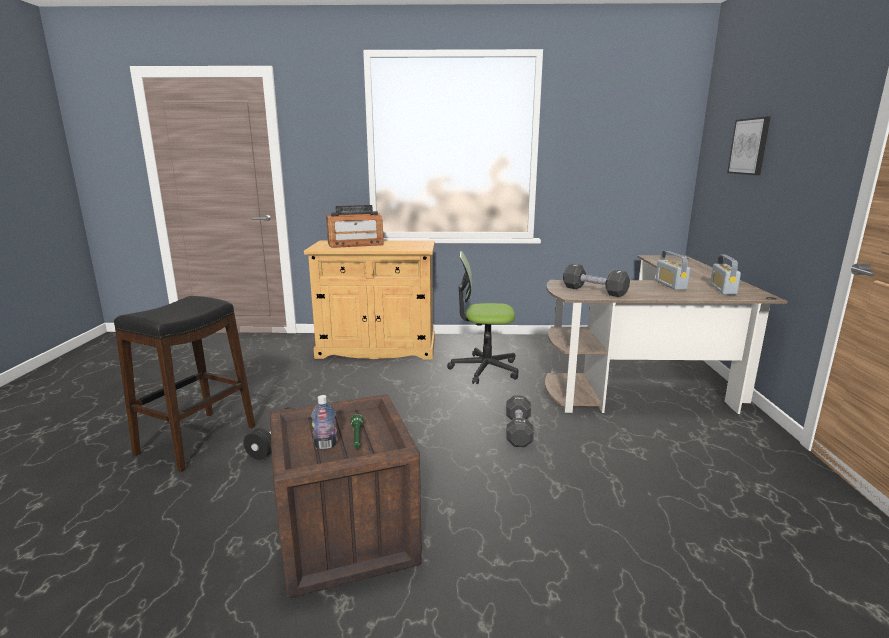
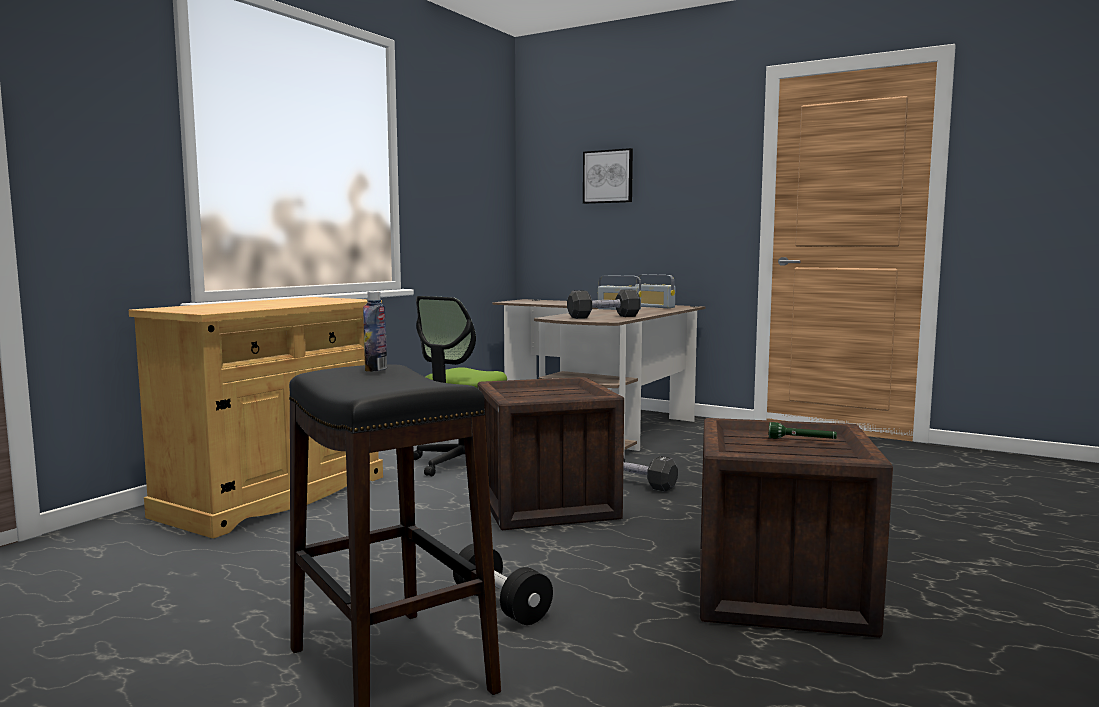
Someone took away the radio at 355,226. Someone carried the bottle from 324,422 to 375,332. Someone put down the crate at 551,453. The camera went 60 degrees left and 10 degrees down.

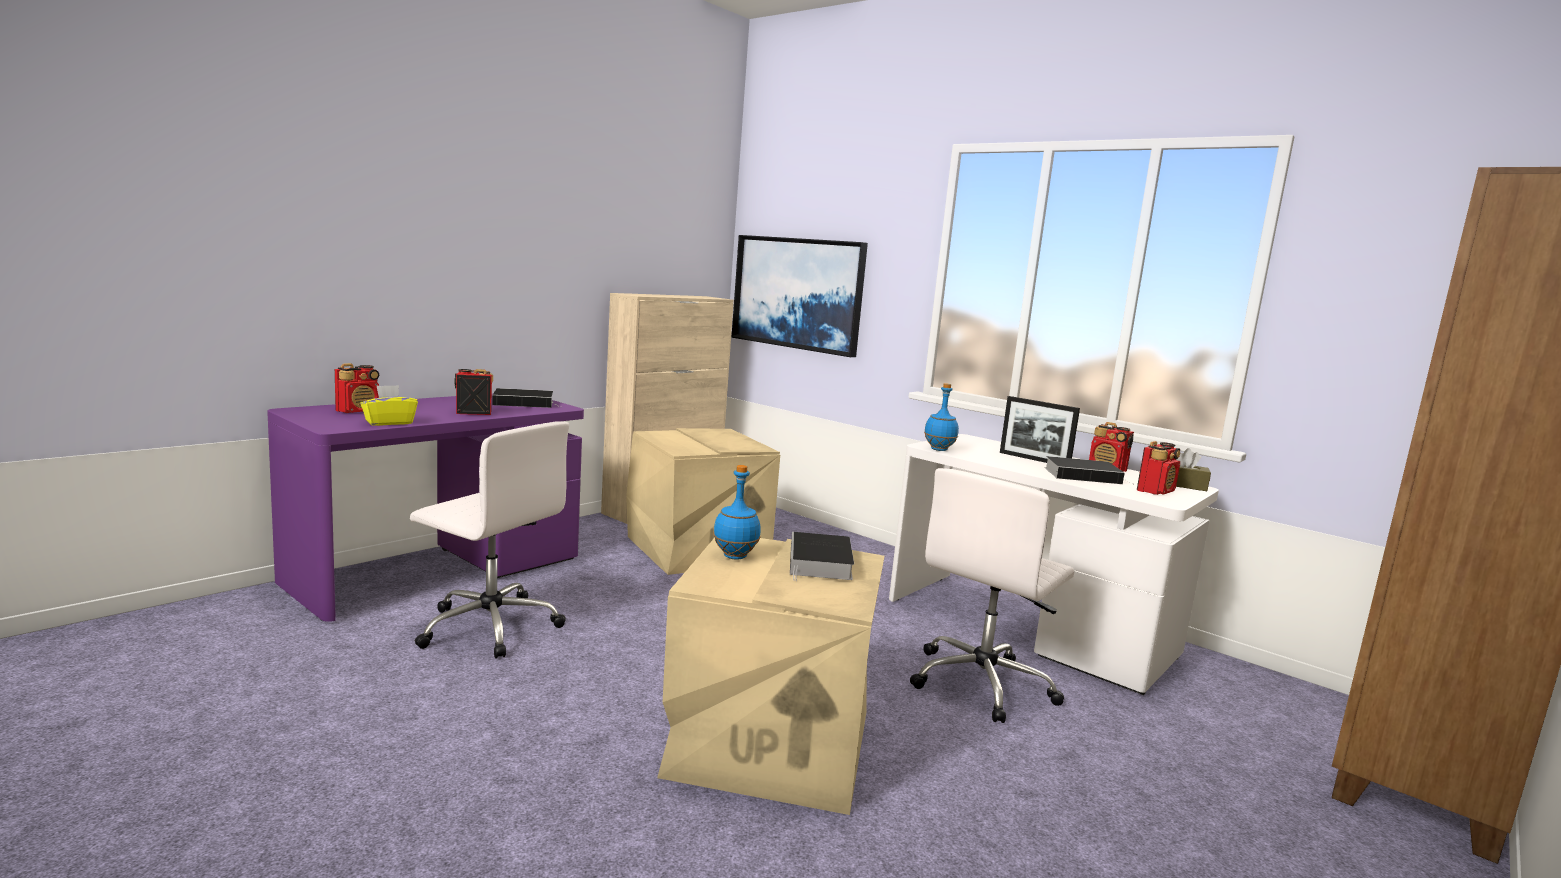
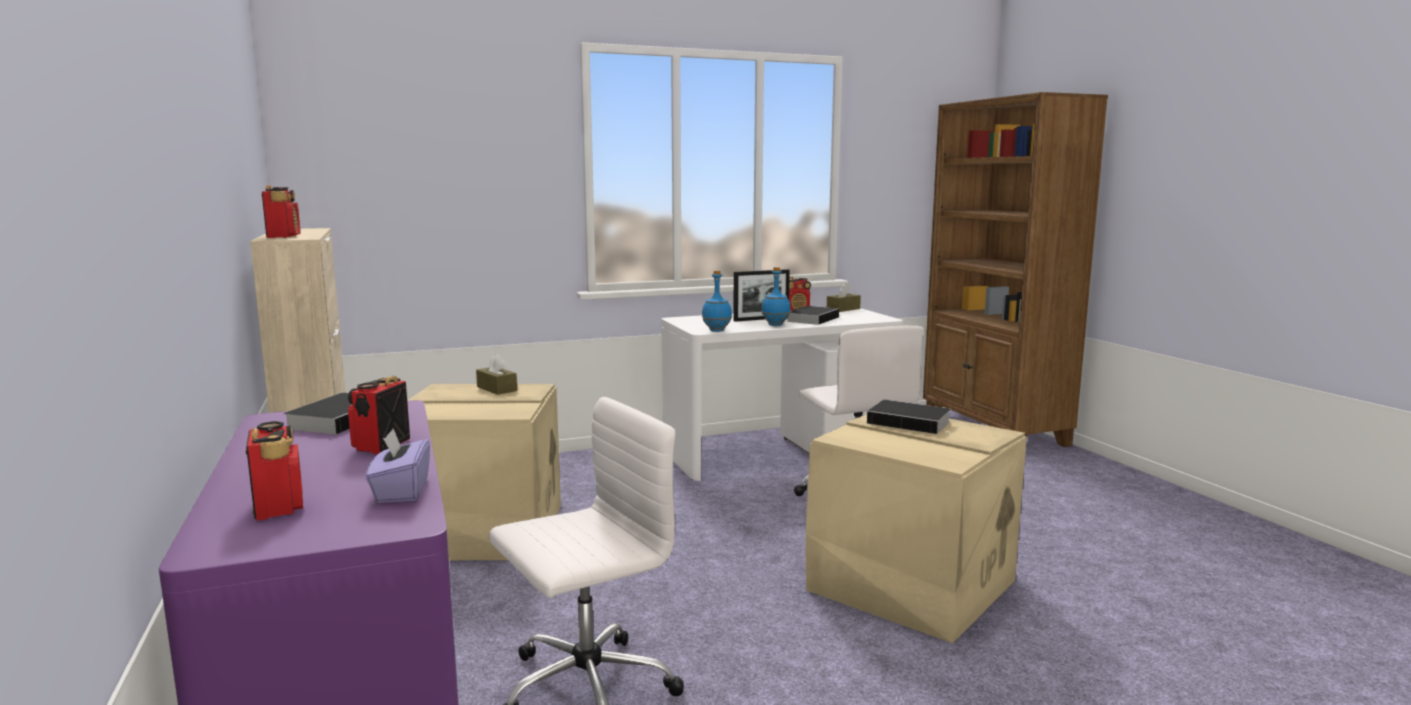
Someone took away the picture at 800,296. Someone repainted the yellow tissue box at 389,405, which became the purple tissue box at 398,466. Someone carried the radio from 1158,468 to 281,211. Someone carried the blue bottle from 737,512 to 776,296. Someone put down the brown tissue box at 496,374. The camera went 60 degrees left and 0 degrees up.

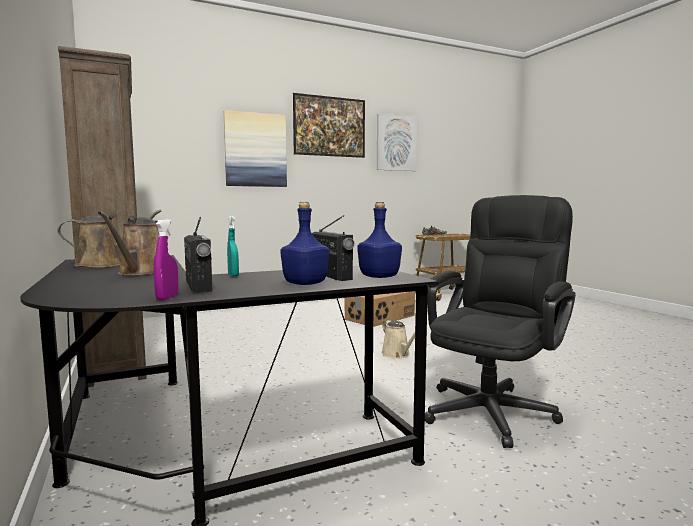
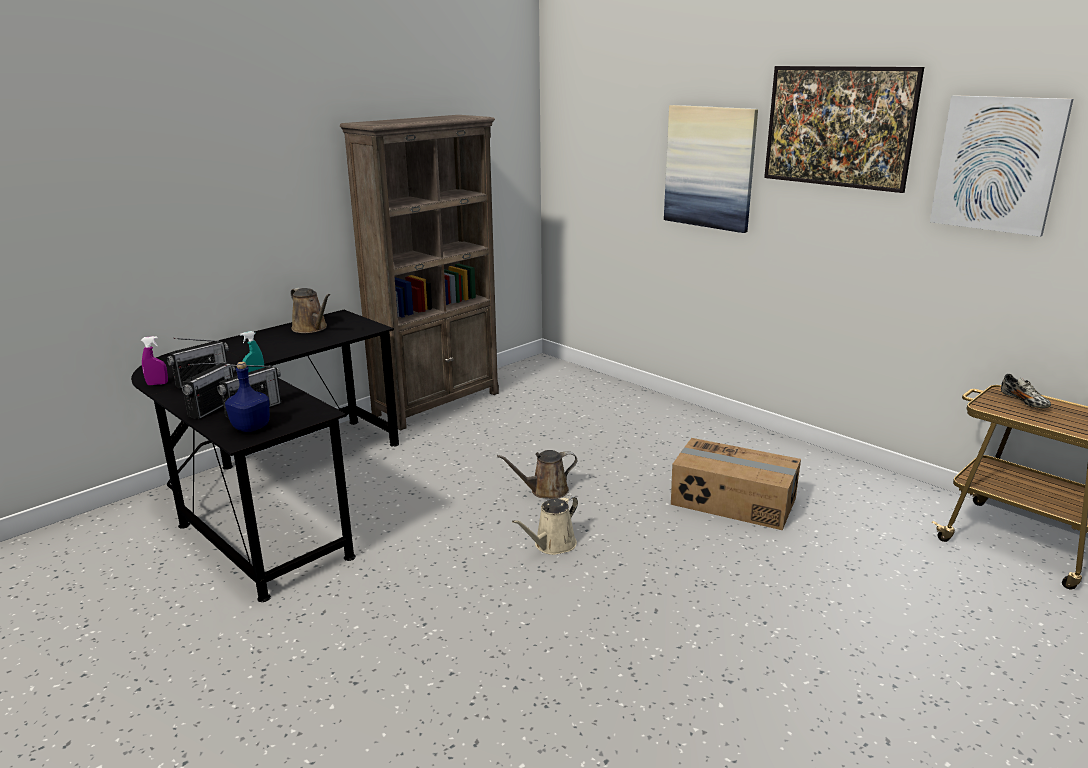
Someone took away the black office chair at 500,321. Someone swapped the blue bottle at 304,243 for the radio at 208,390. Someone carried the brown watering can from 128,243 to 537,474. The camera went 70 degrees right and 15 degrees up.

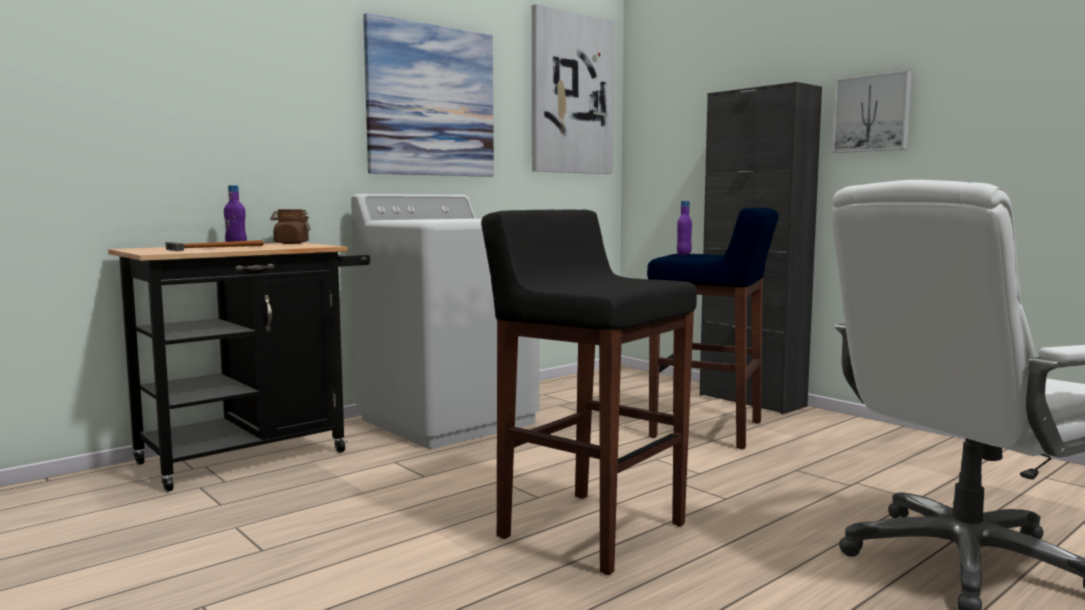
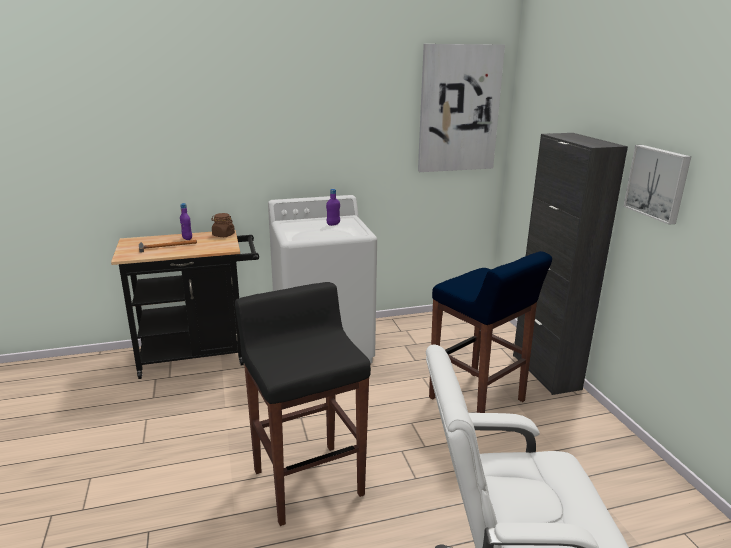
Someone took away the picture at 428,95. Someone carried the purple bottle from 684,228 to 333,207. The camera went 25 degrees right and 15 degrees up.

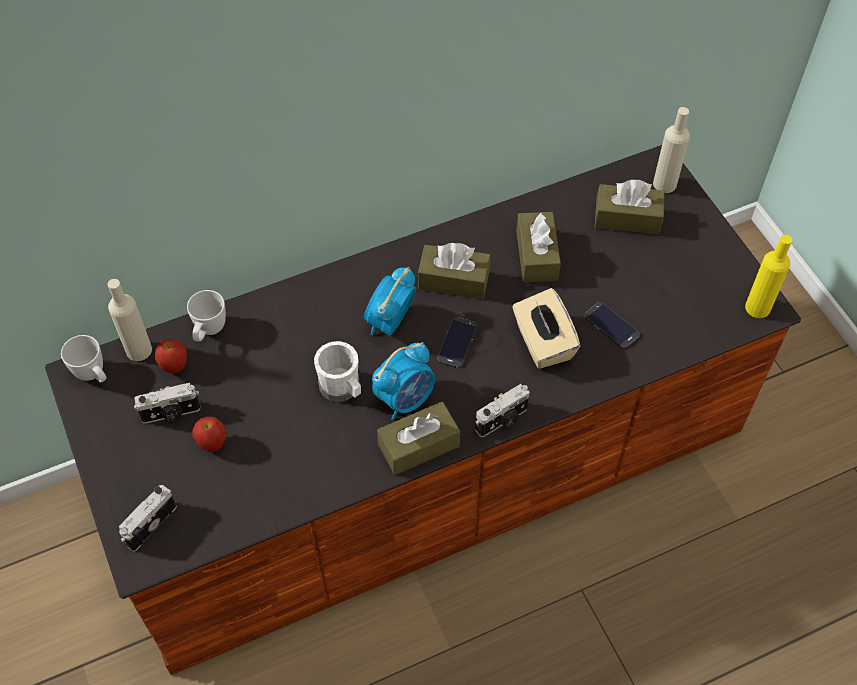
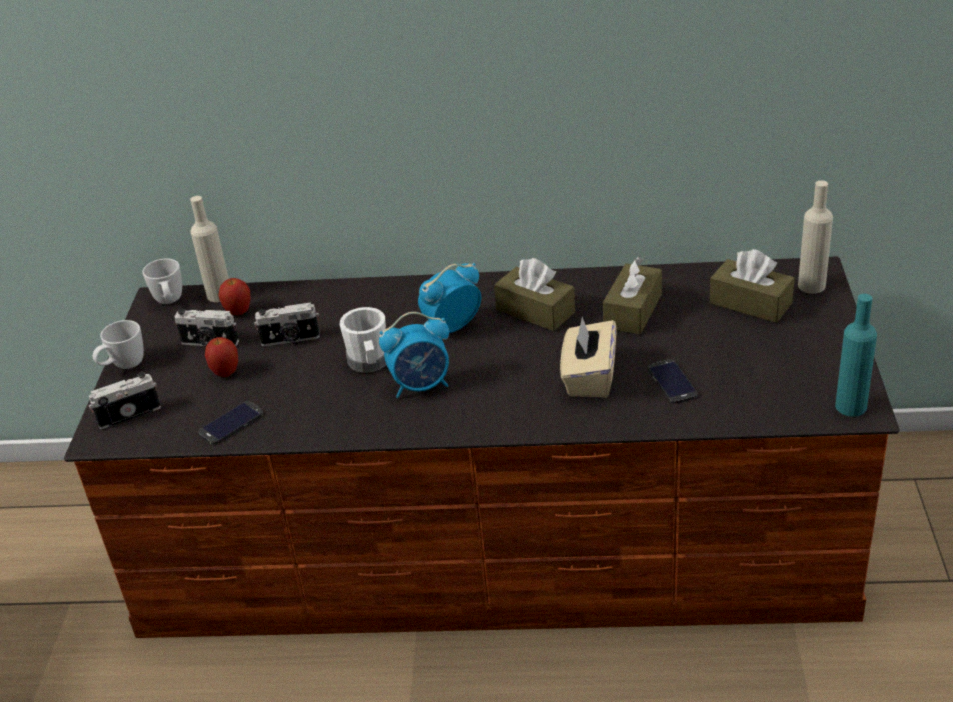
Someone repainted the yellow bottle at 768,276, which became the turquoise bottle at 856,355. Someone carried the white mug from 206,316 to 118,344. Someone carried the phone from 457,342 to 230,423. Someone carried the photo camera from 502,410 to 287,324. Someone took away the brown tissue box at 418,438. The camera went 30 degrees right and 20 degrees down.

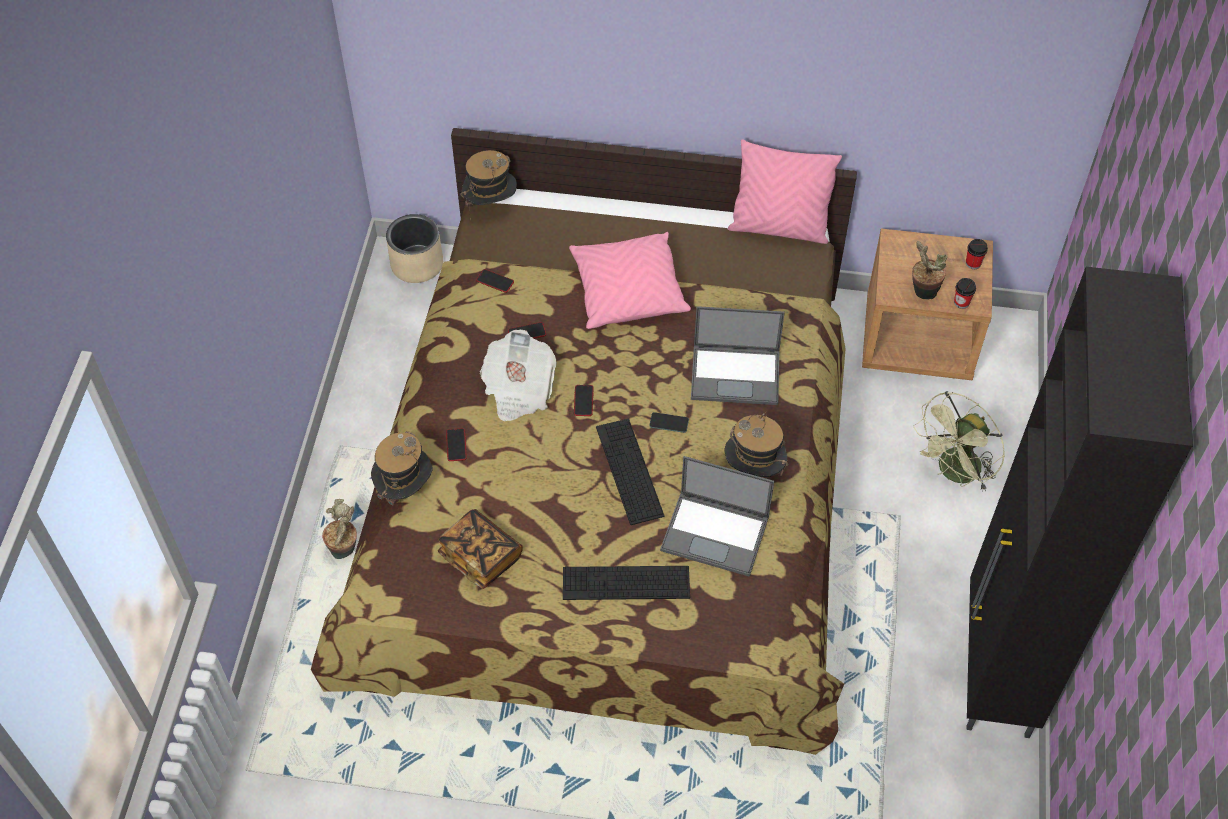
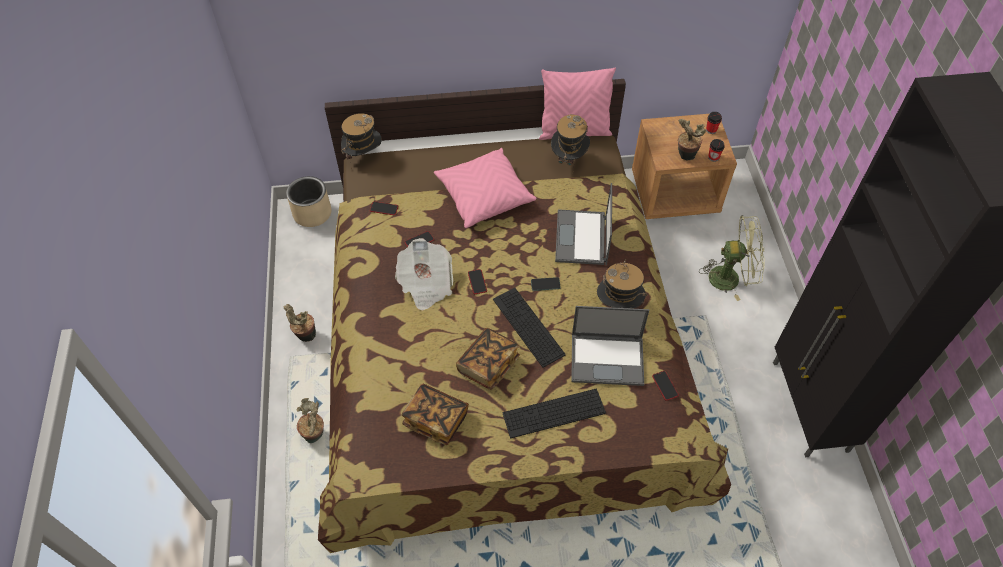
Someone rotated the laptop at 738,355 by 105 degrees clockwise. Someone rotated the green fan at 959,441 by 120 degrees counterclockwise. Someone carried the phone from 456,444 to 665,386. Someone carried the hat from 402,473 to 570,144. Someone put down the potted plant at 300,323. Someone put down the book at 488,359. The camera went 15 degrees left and 0 degrees up.

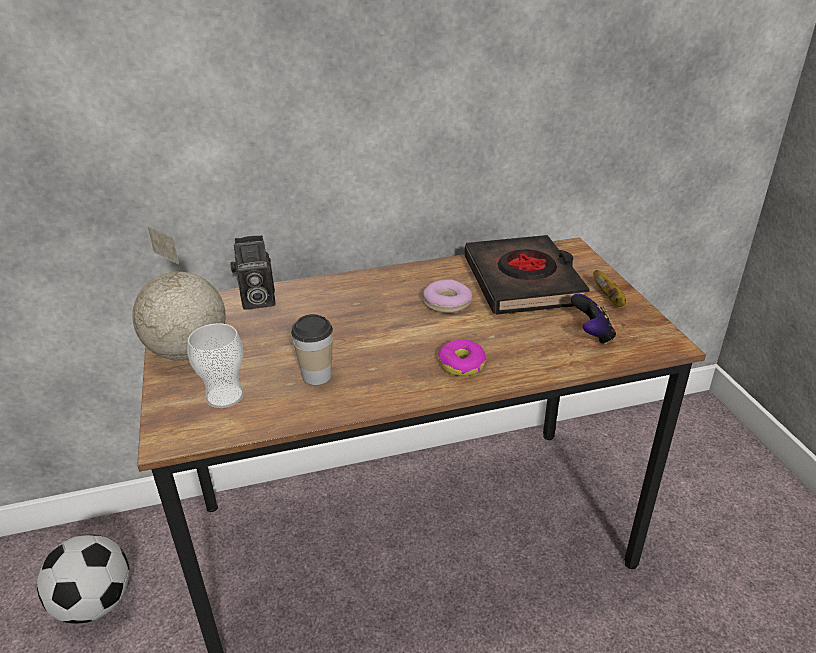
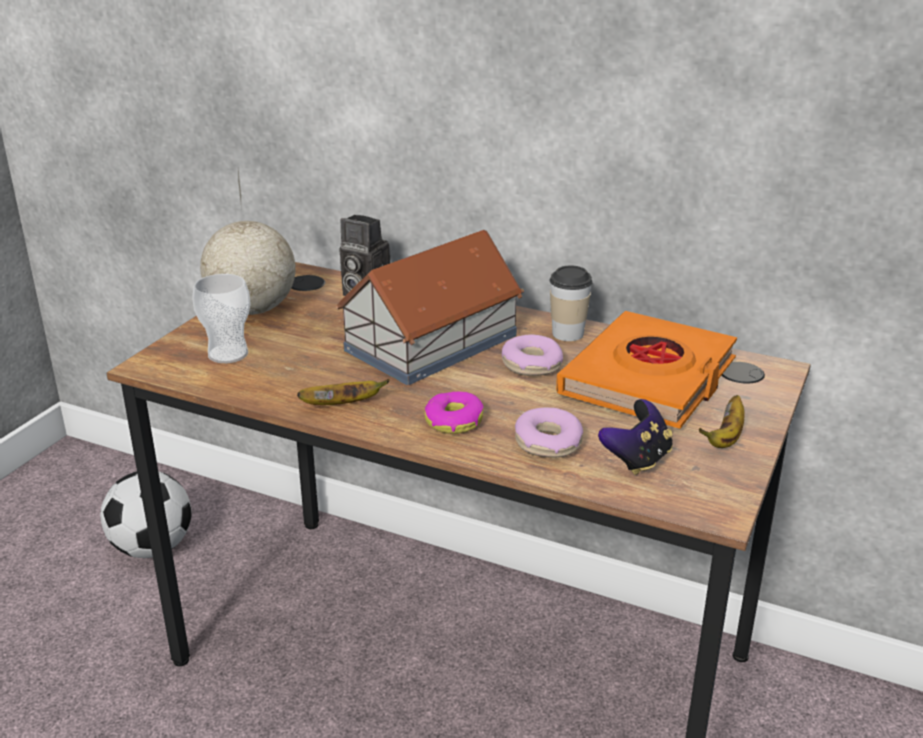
Someone repainted the black book at 527,275, which became the orange book at 646,370. Someone carried the cup from 312,349 to 571,303. Someone put down the toy house at 429,307. Someone put down the banana at 343,392. Someone put down the donut at 549,432. The camera went 40 degrees right and 5 degrees down.

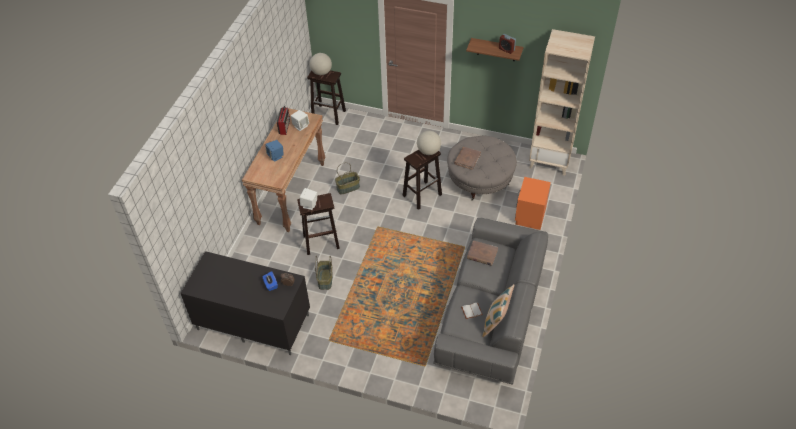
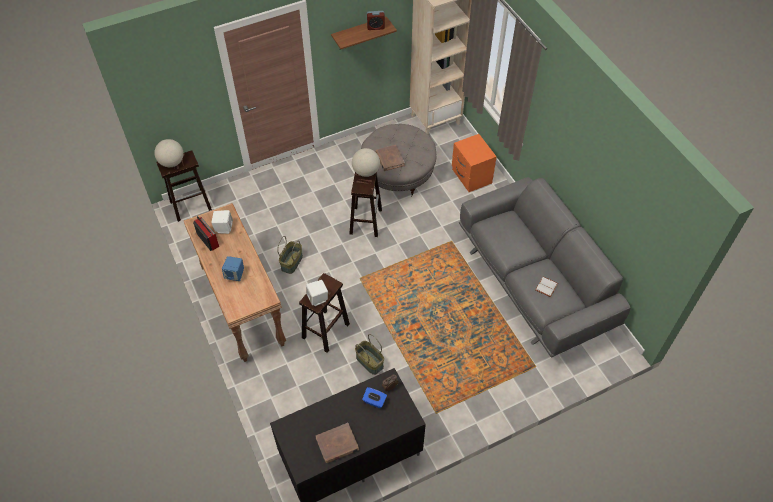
Someone carried the brown book from 482,253 to 337,443. Someone took away the pillow at 498,310. The camera went 45 degrees left and 5 degrees up.

